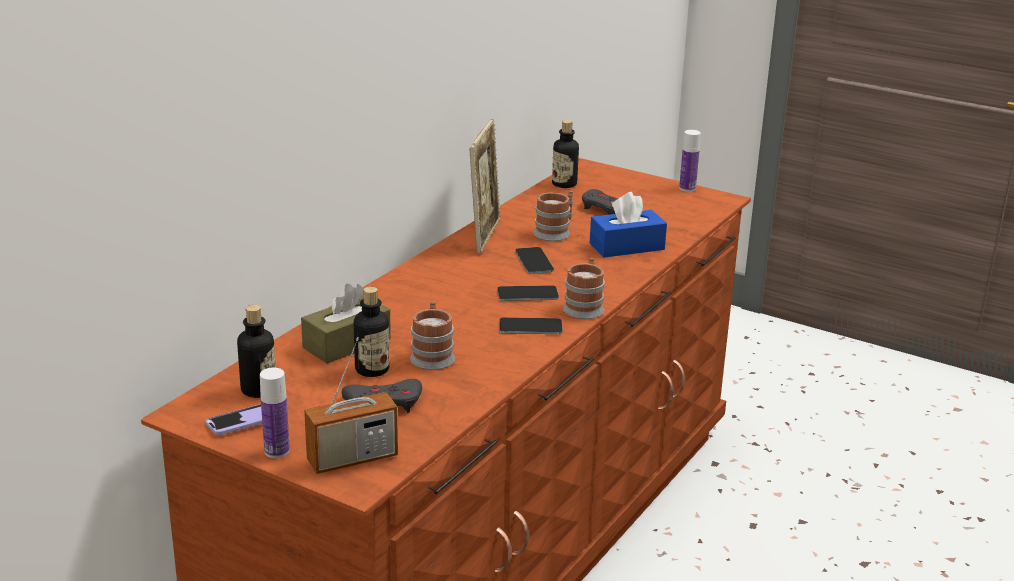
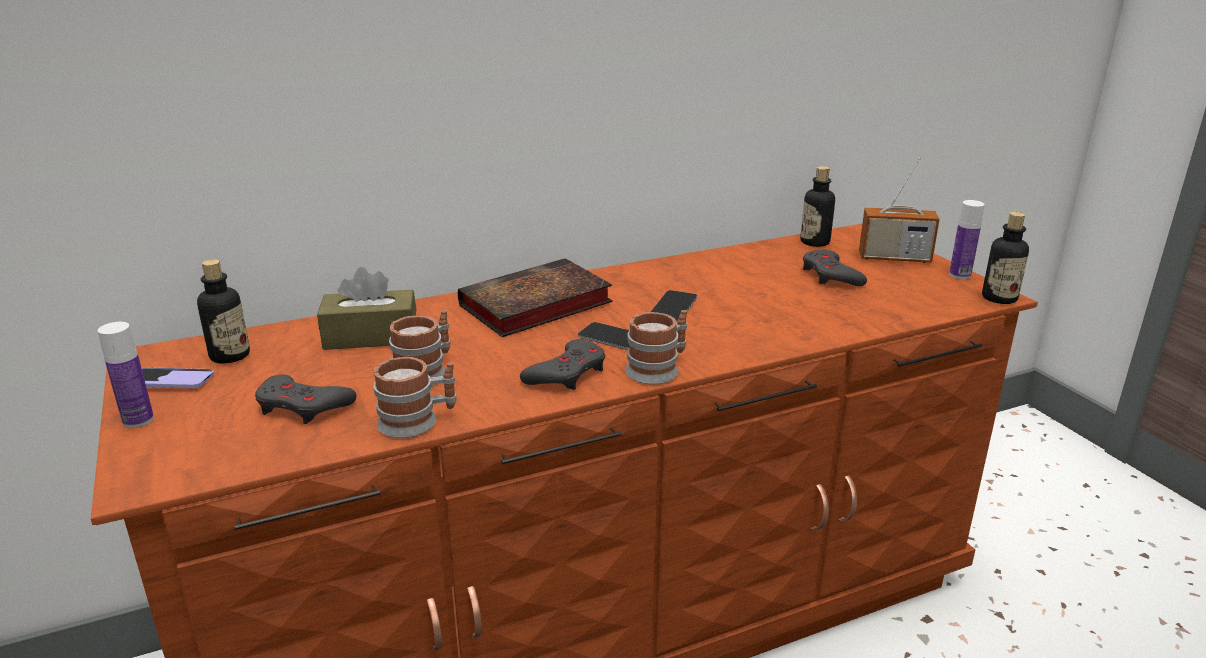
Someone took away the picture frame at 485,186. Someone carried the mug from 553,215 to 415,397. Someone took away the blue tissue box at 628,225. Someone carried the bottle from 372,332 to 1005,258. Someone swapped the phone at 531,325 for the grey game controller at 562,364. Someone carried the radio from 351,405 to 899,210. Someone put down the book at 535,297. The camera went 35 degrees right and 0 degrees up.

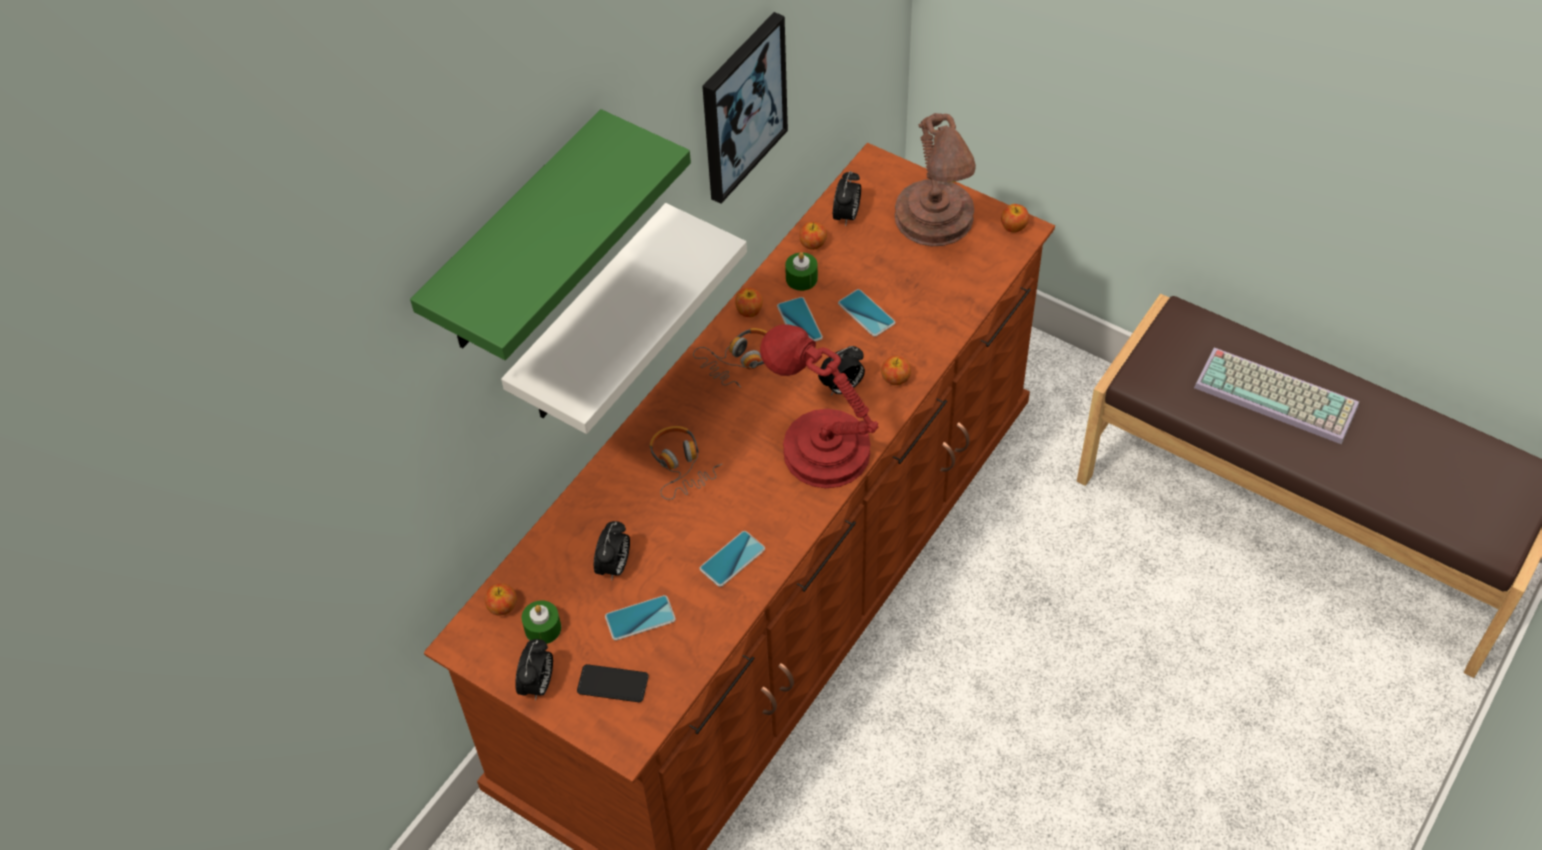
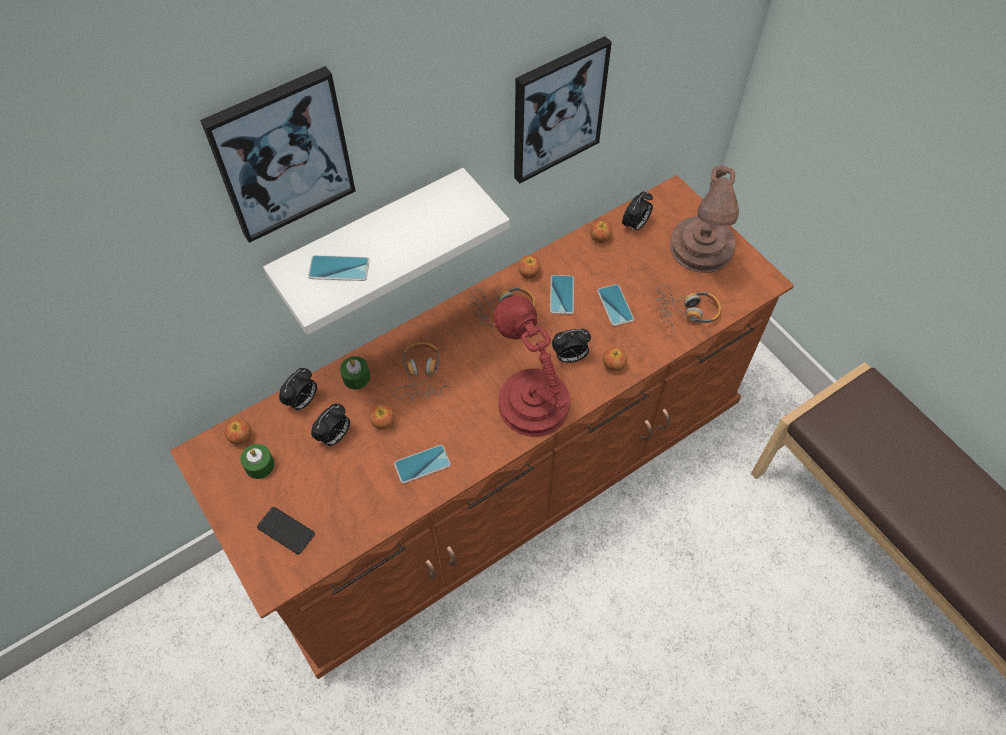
Someone swapped the green shelf at 550,234 for the picture at 278,154. Someone carried the apple from 1015,218 to 382,416. Someone carried the green candle from 801,271 to 355,372. Someone took away the keyboard at 1276,395. Someone carried the phone from 640,617 to 339,268. Someone carried the alarm clock from 534,669 to 298,390. Someone put down the headphones at 688,307. The camera went 20 degrees right and 5 degrees up.

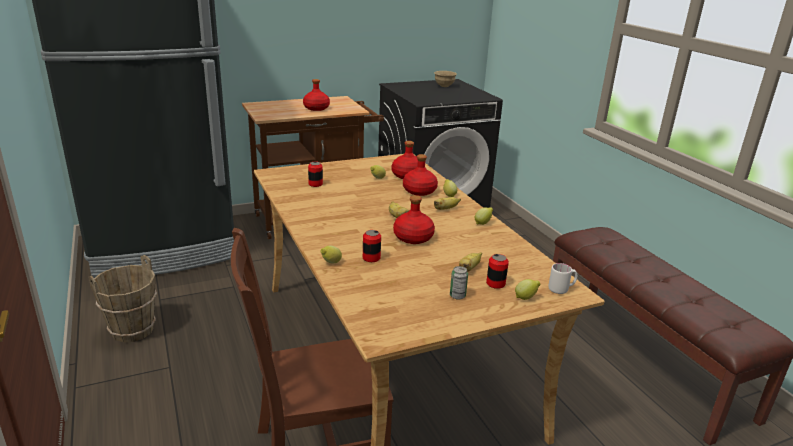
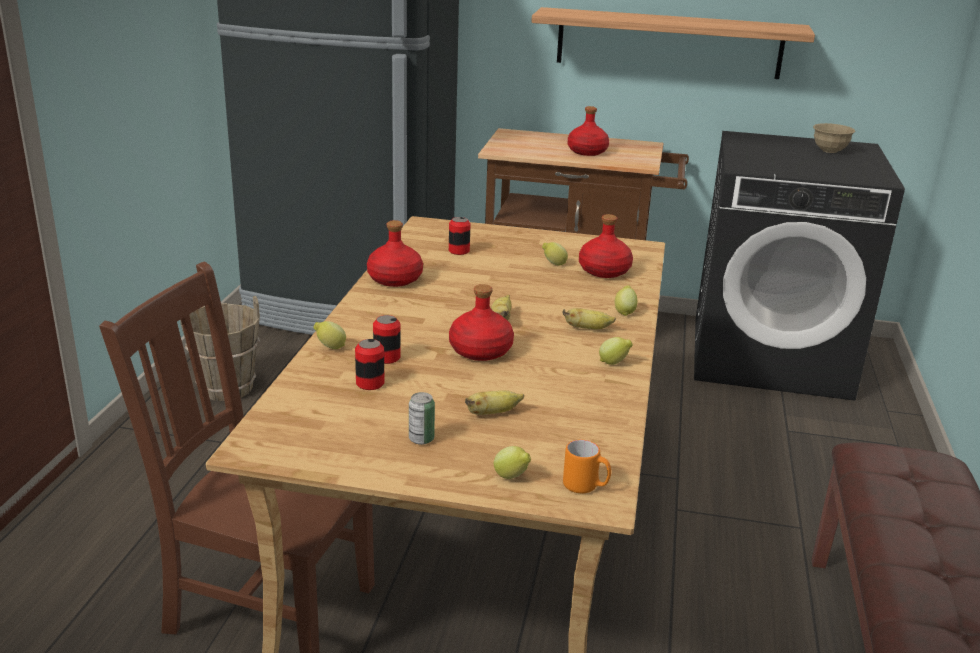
Someone carried the red bottle from 420,175 to 395,253. Someone carried the can from 497,271 to 370,364. Someone repainted the white mug at 562,278, which became the orange mug at 587,466. Someone put up the shelf at 673,43. The camera went 35 degrees right and 0 degrees up.

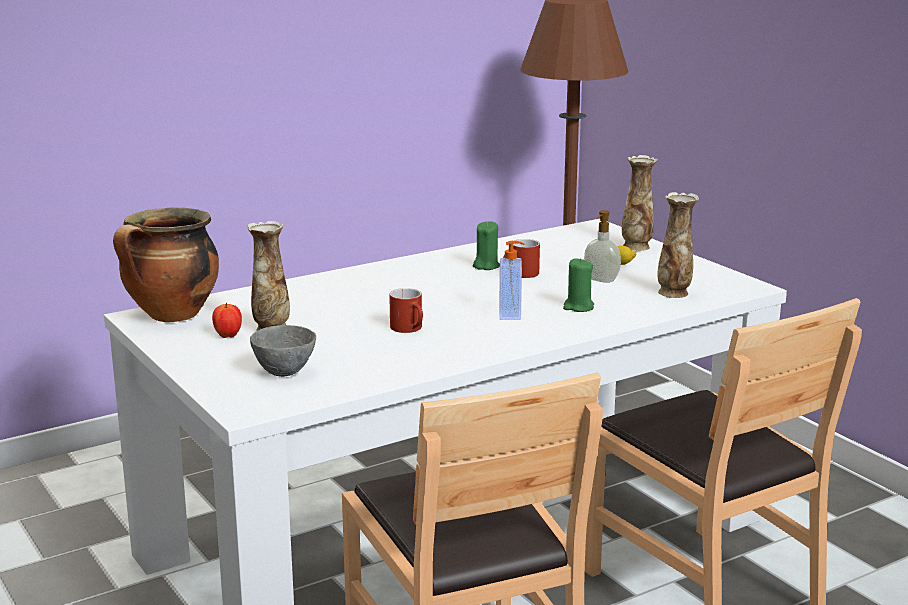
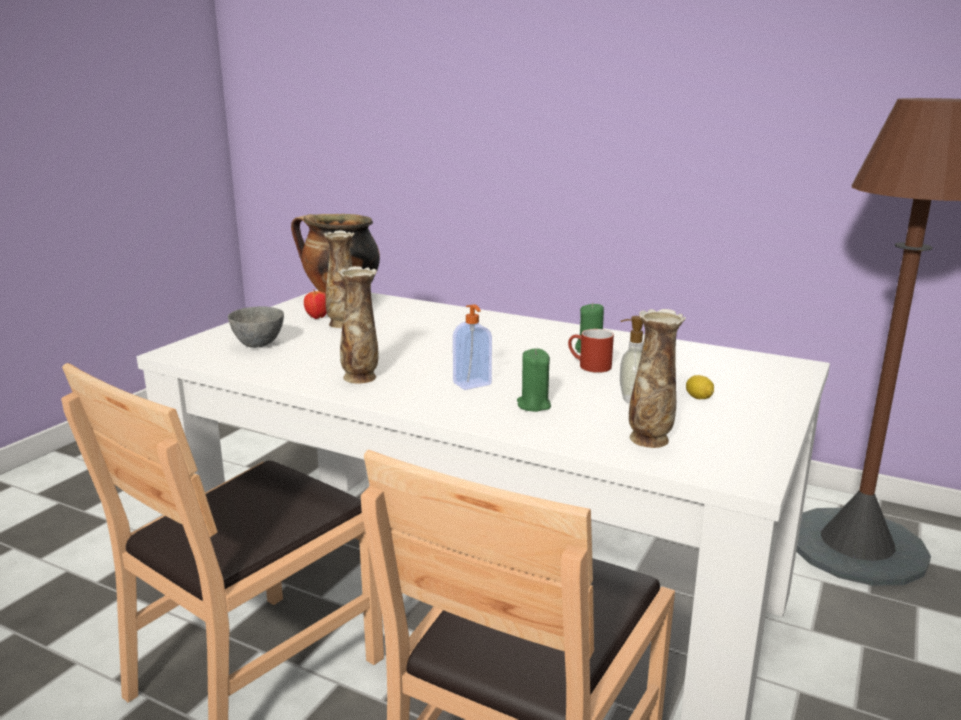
Someone carried the vase from 640,203 to 358,325. Someone took away the red mug at 406,310. The camera went 60 degrees right and 0 degrees up.

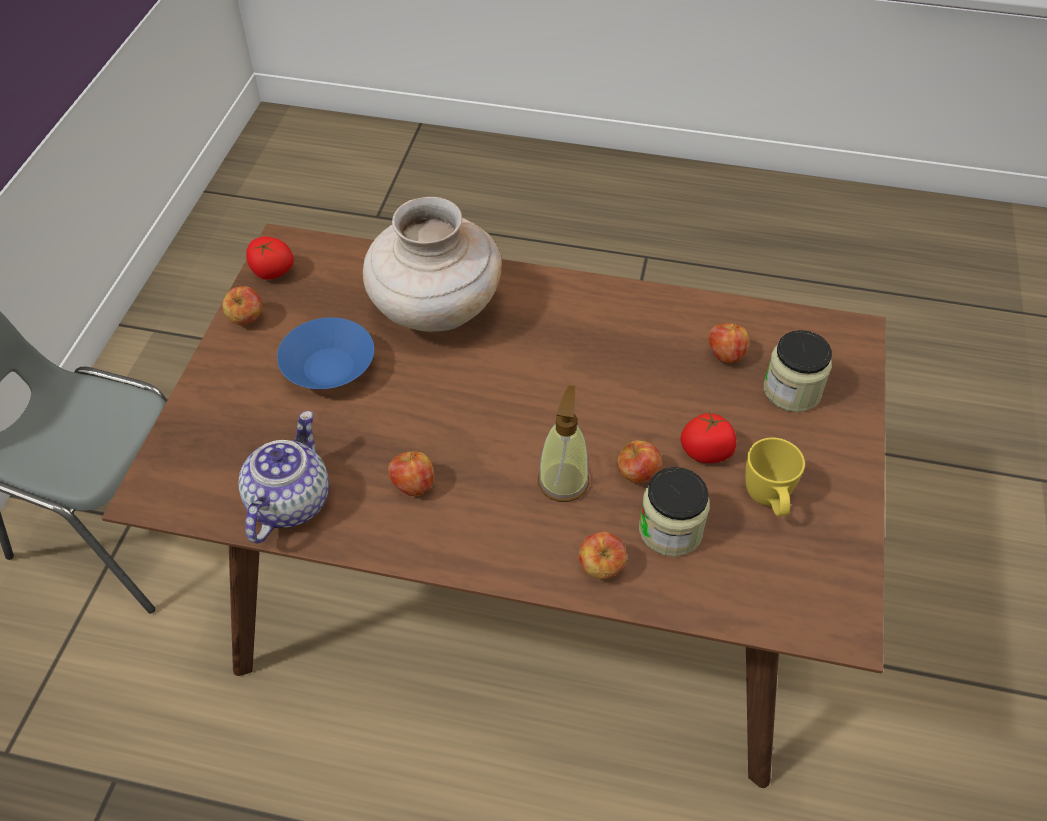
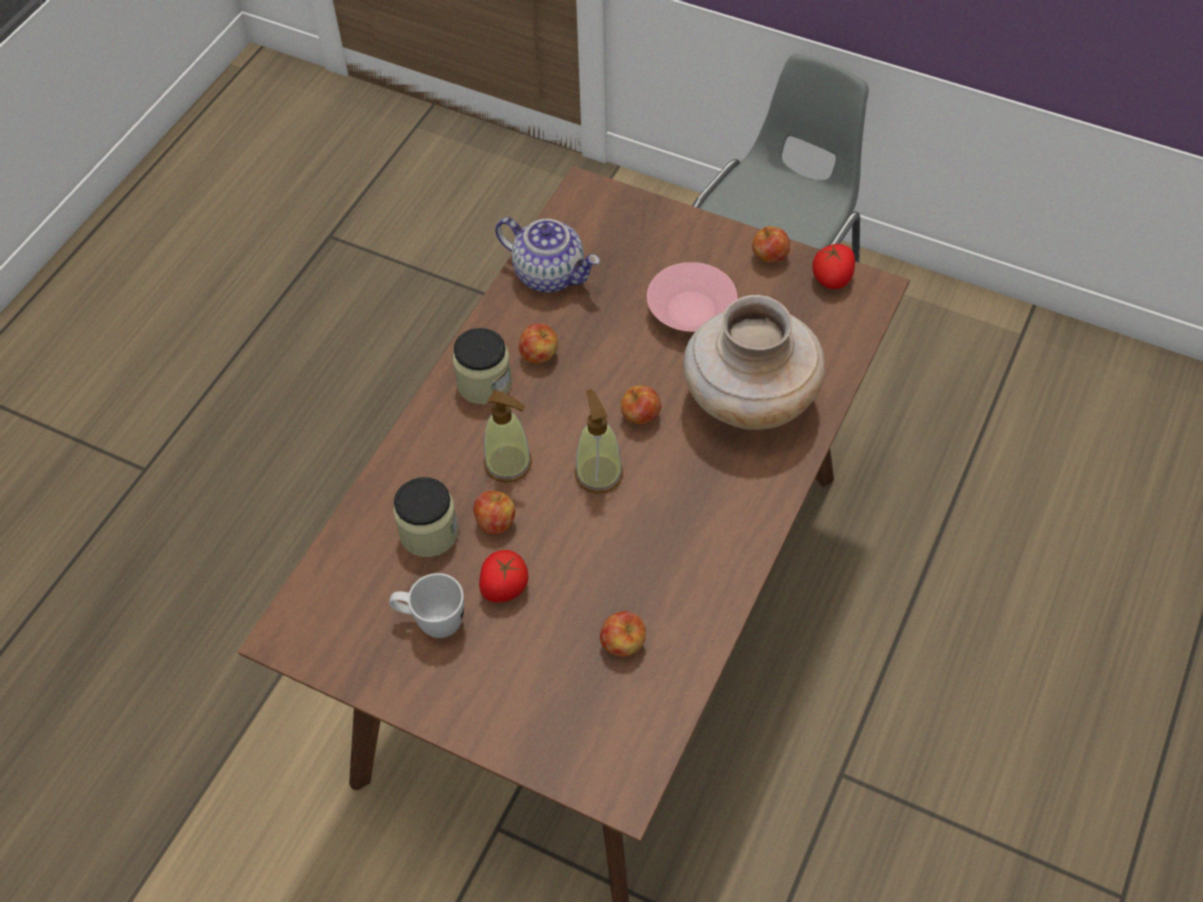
Someone repainted the blue bowl at 325,353, which became the pink bowl at 692,297. Someone carried the jar from 798,371 to 482,366. Someone repainted the yellow mug at 775,477, which became the white mug at 426,605. Someone carried the apple from 603,556 to 640,405. Someone put down the soap dispenser at 599,441. The camera went 105 degrees right and 5 degrees up.

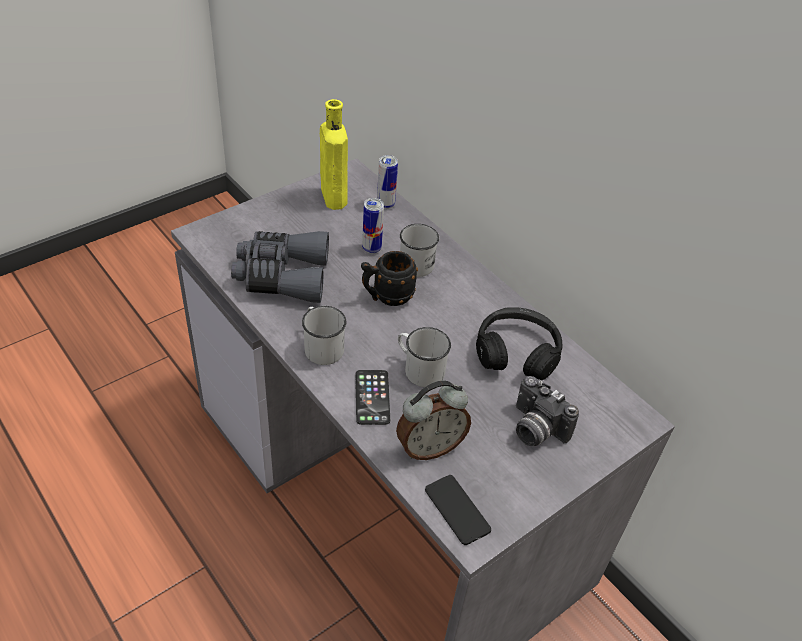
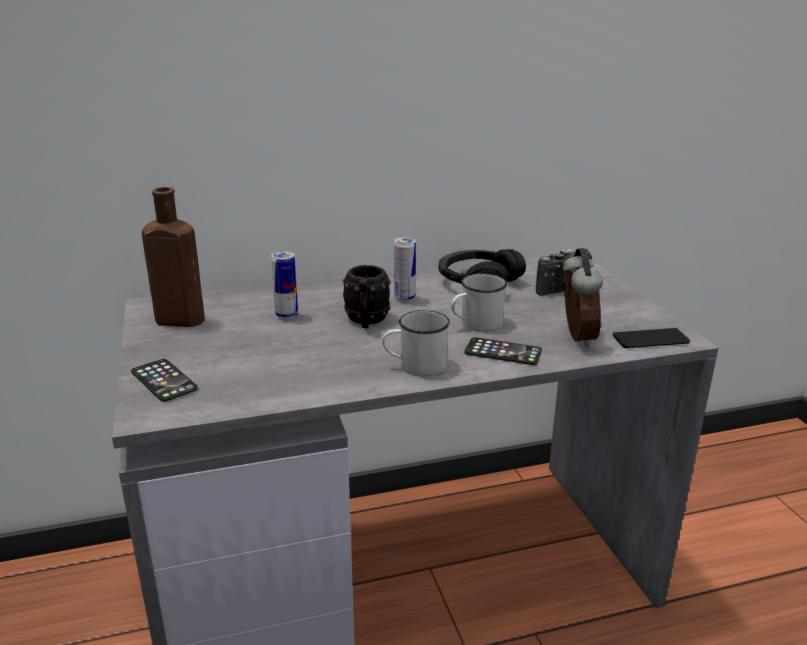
Someone repainted the yellow bottle at 334,154, which became the brown bottle at 173,257. Someone carried the can from 387,182 to 405,270. Someone took away the white mug at 419,250. Someone took away the grey binoculars at 280,267. Someone put down the phone at 164,380. The camera went 65 degrees left and 20 degrees down.

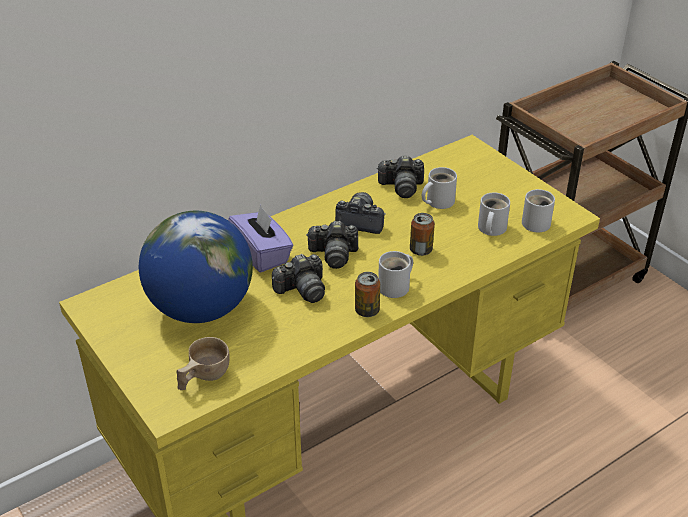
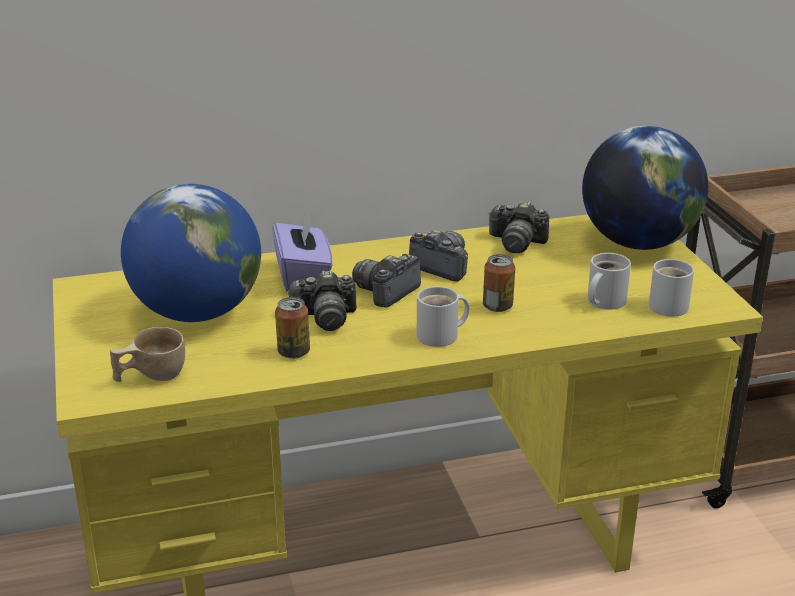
Someone took away the white mug at 439,188. Someone rotated the photo camera at 332,245 by 105 degrees clockwise. Someone carried the can from 367,294 to 292,328. Someone put down the globe at 645,188. The camera went 20 degrees right and 10 degrees down.

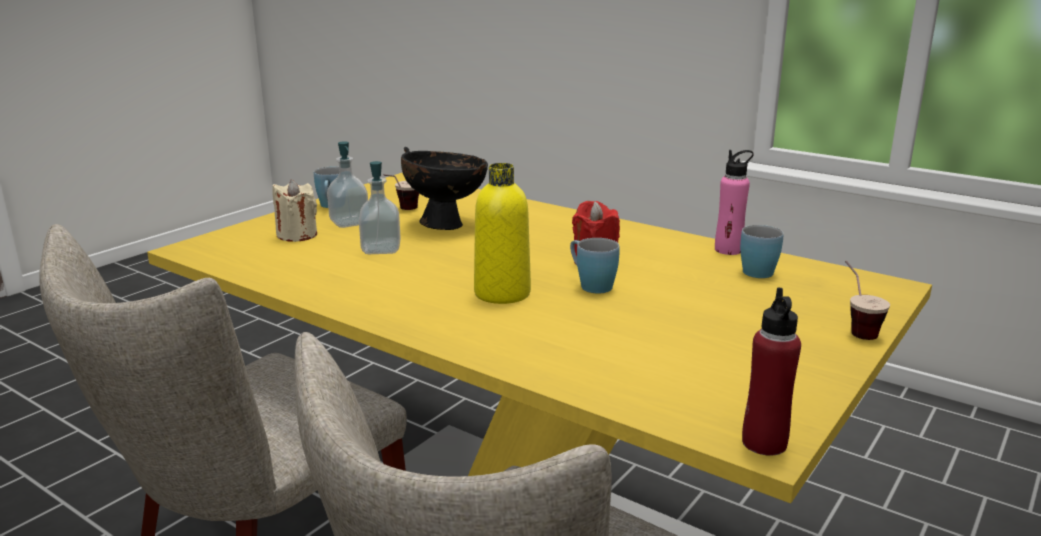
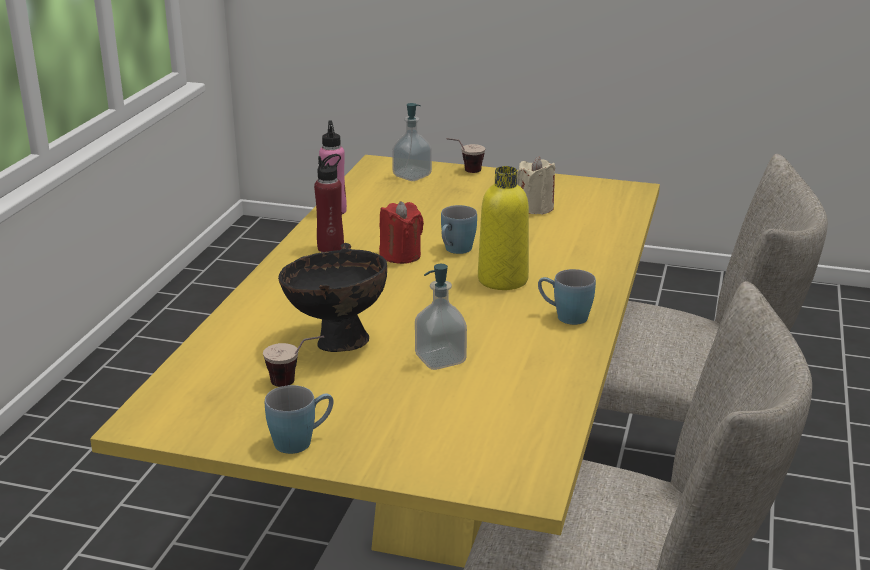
Someone carried the soap dispenser from 347,185 to 412,142. Someone carried the beige candle from 295,211 to 536,185. Someone carried the blue mug from 761,251 to 567,297. Someone carried the red bottle from 771,372 to 329,203. The camera went 110 degrees left and 5 degrees up.

